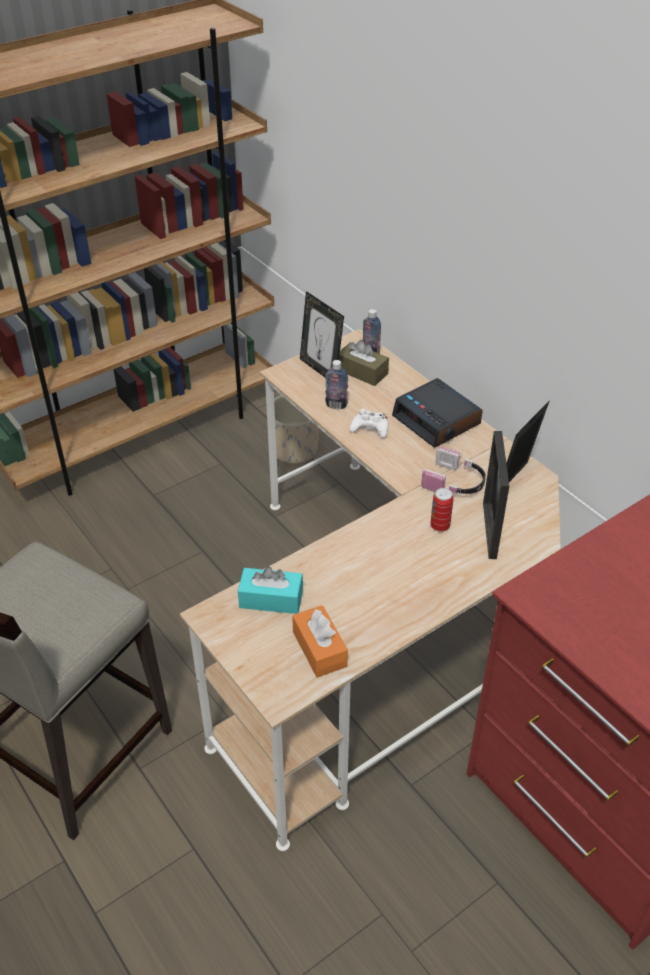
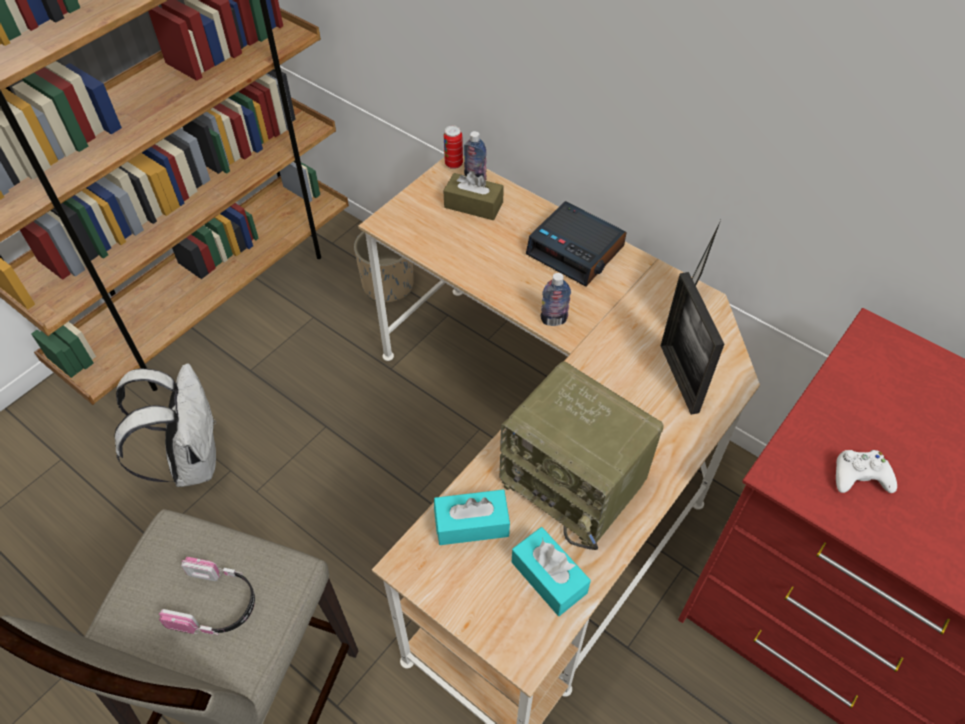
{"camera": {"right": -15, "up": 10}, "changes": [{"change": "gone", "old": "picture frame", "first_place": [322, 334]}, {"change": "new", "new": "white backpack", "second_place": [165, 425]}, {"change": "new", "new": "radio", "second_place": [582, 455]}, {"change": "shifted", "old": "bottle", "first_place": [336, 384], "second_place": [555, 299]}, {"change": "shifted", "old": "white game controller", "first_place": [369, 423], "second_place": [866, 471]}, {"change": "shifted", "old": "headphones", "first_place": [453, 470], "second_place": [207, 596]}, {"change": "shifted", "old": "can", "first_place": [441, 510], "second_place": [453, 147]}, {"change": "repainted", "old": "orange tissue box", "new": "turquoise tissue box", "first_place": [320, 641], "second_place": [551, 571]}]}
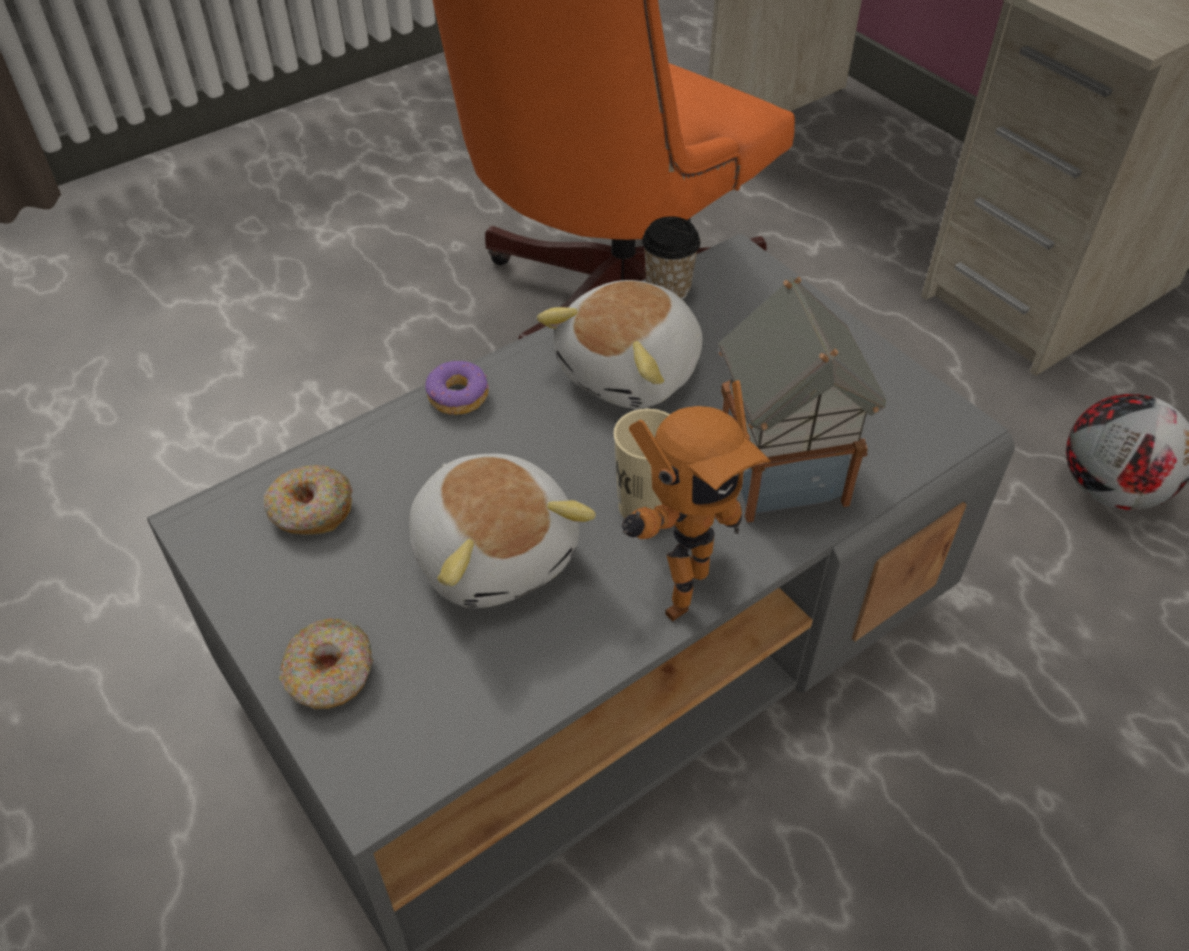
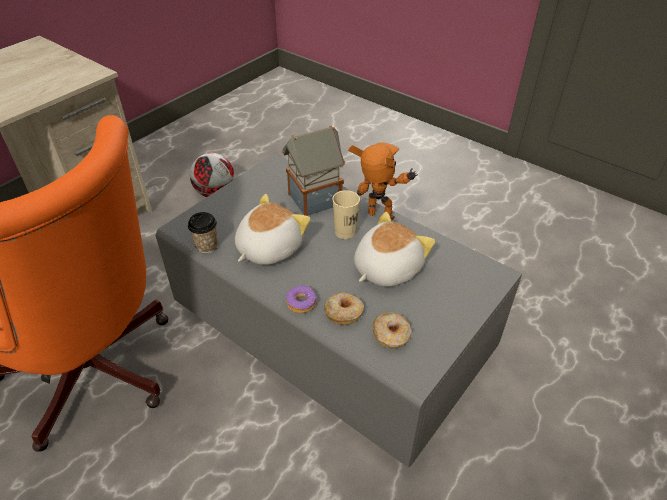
{"camera": {"right": -105, "up": -5}, "changes": [{"change": "shifted", "old": "donut", "first_place": [326, 664], "second_place": [344, 308]}, {"change": "rotated", "old": "plush toy", "first_place": [620, 344], "second_place": [272, 229], "degrees": -75}]}
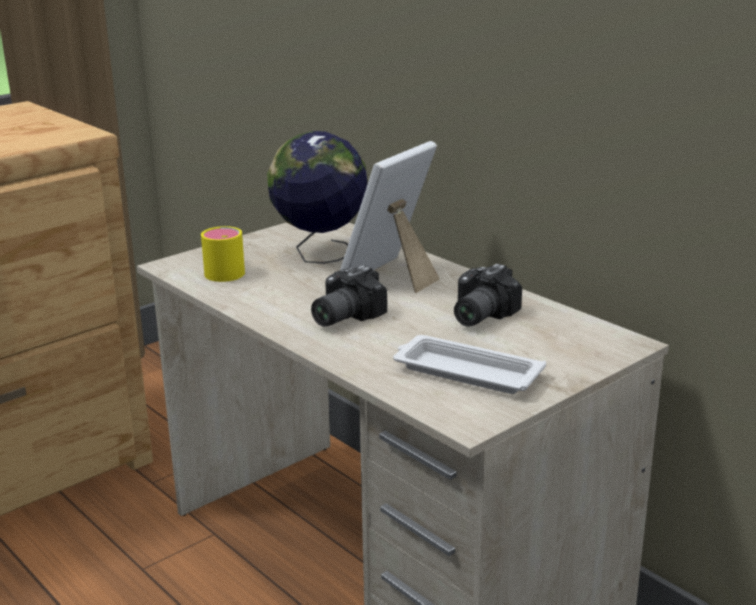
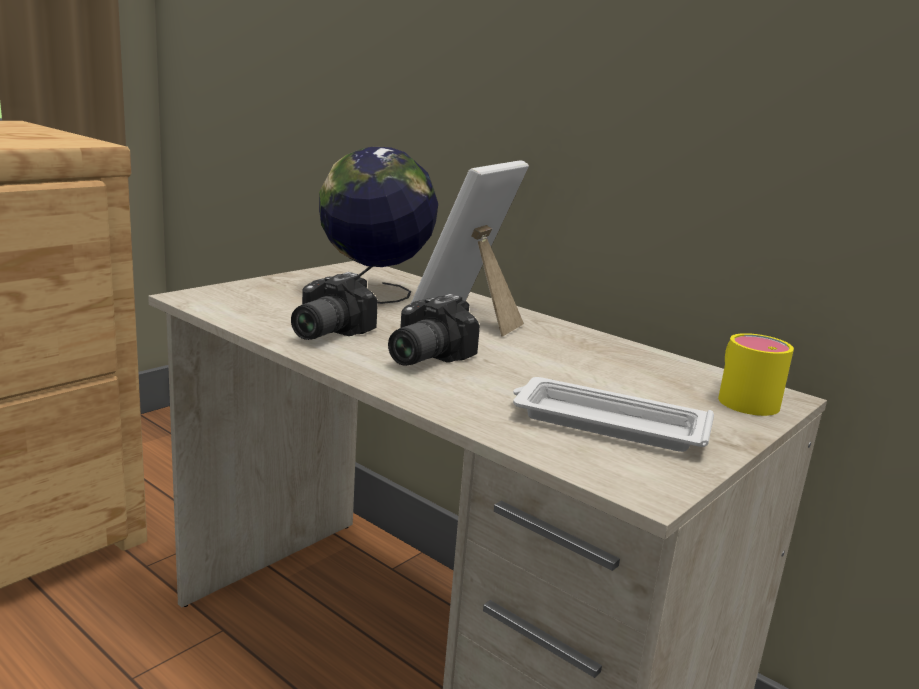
{"camera": {"right": -10, "up": -5}, "changes": [{"change": "shifted", "old": "yellow mug", "first_place": [223, 254], "second_place": [756, 374]}, {"change": "shifted", "old": "photo camera", "first_place": [488, 295], "second_place": [334, 306]}]}
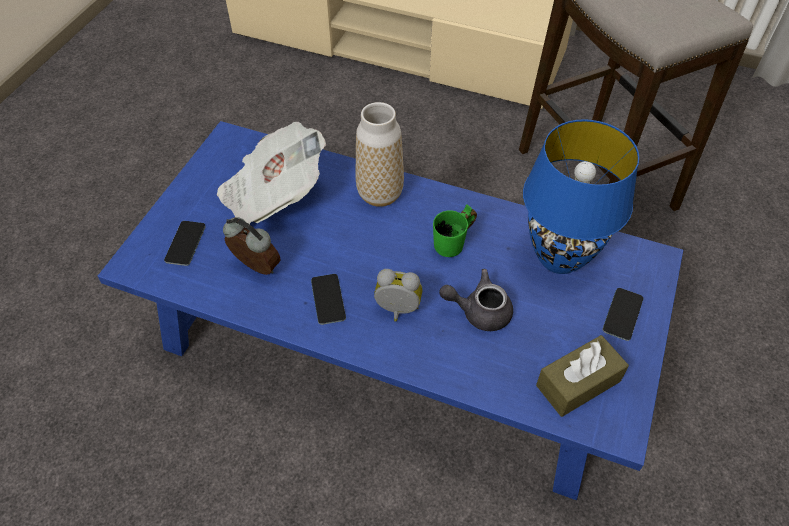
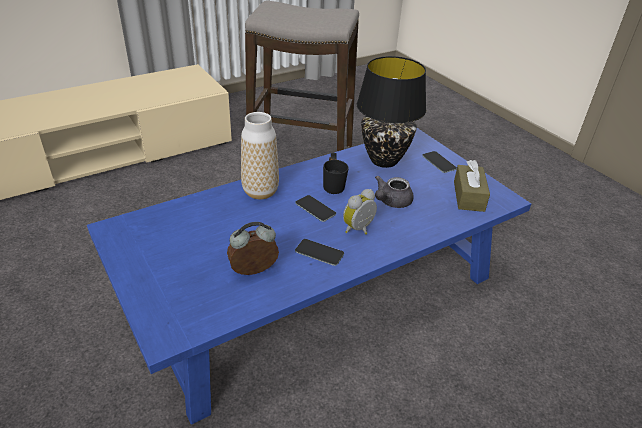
{"camera": {"right": -55, "up": -15}, "changes": [{"change": "gone", "old": "newspaper", "first_place": [271, 173]}, {"change": "shifted", "old": "phone", "first_place": [185, 243], "second_place": [315, 208]}, {"change": "repainted", "old": "green mug", "new": "black mug", "first_place": [455, 230], "second_place": [336, 173]}, {"change": "repainted", "old": "blue table lamp", "new": "black table lamp", "first_place": [581, 196], "second_place": [391, 112]}]}
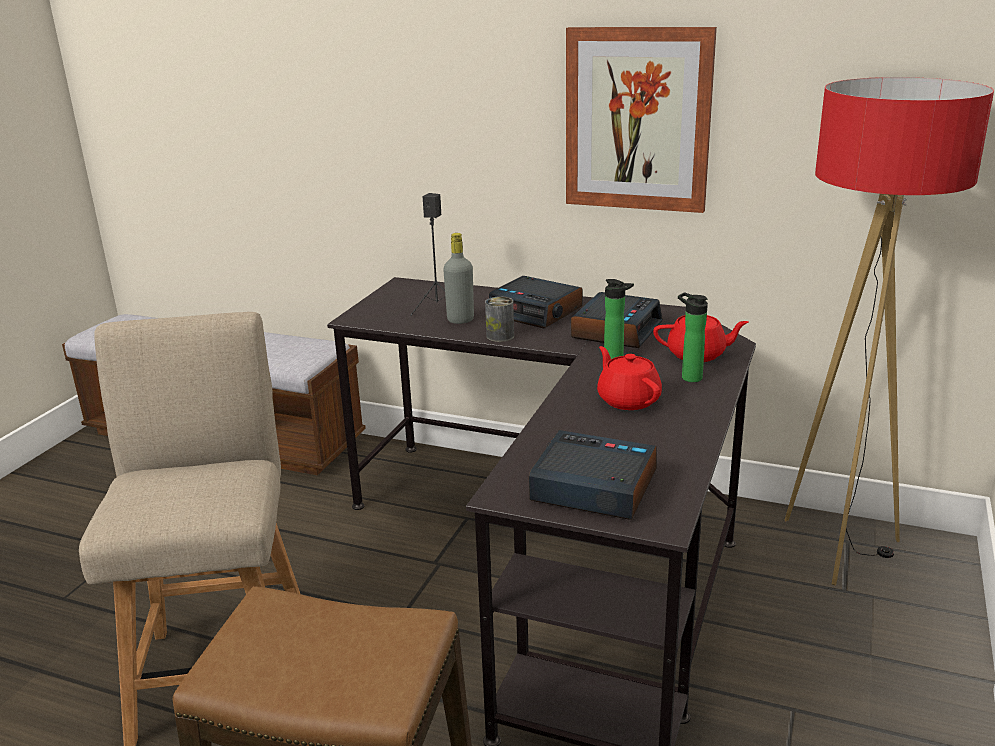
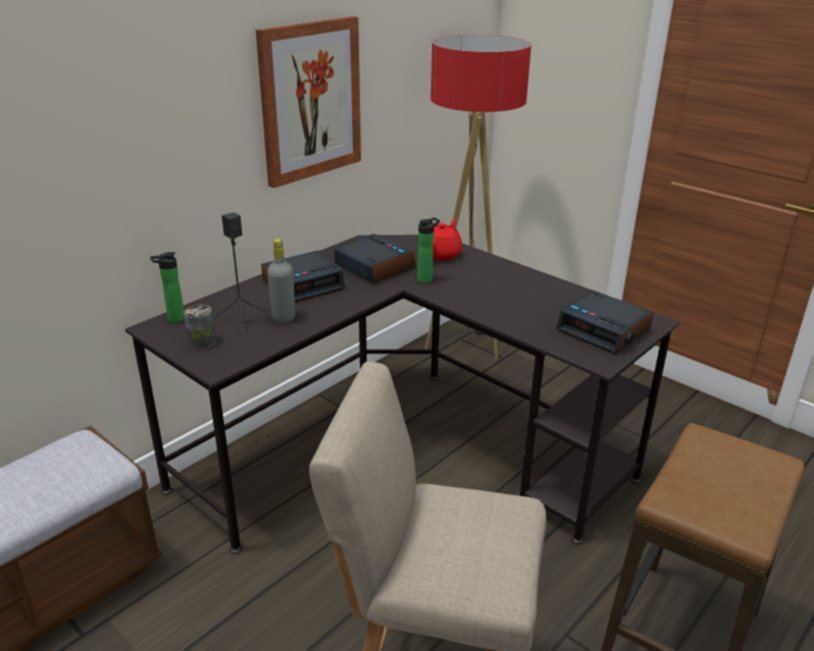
{"camera": {"right": -70, "up": 5}, "changes": [{"change": "gone", "old": "red teapot", "first_place": [629, 378]}, {"change": "shifted", "old": "can", "first_place": [499, 319], "second_place": [199, 327]}, {"change": "shifted", "old": "bottle", "first_place": [693, 337], "second_place": [167, 287]}, {"change": "rotated", "old": "alarm clock", "first_place": [593, 474], "second_place": [604, 322], "degrees": -90}]}
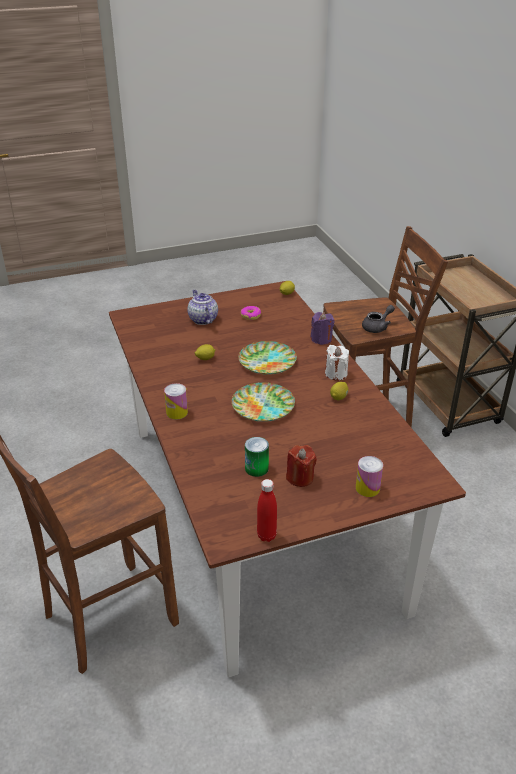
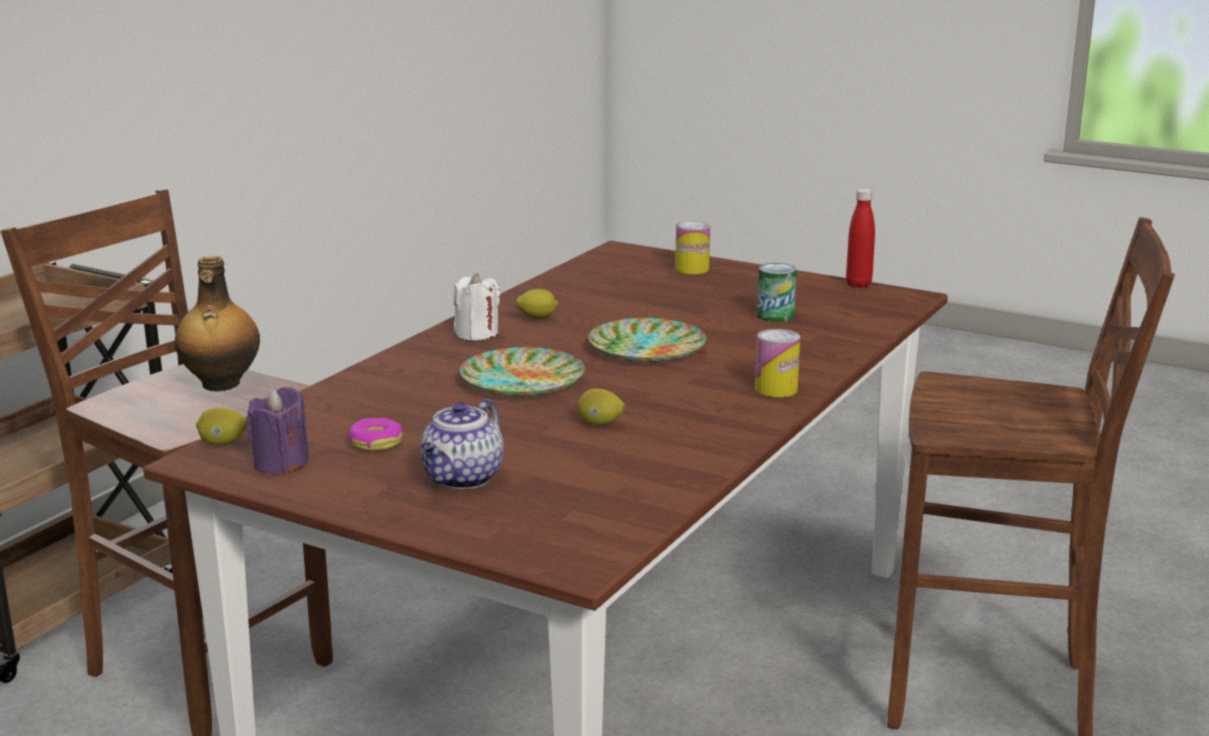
{"camera": {"right": -130, "up": -15}, "changes": [{"change": "gone", "old": "red candle", "first_place": [301, 466]}, {"change": "shifted", "old": "purple candle", "first_place": [323, 328], "second_place": [277, 430]}, {"change": "swapped", "old": "grey teapot", "new": "bottle", "first_place": [378, 319], "second_place": [217, 323]}]}
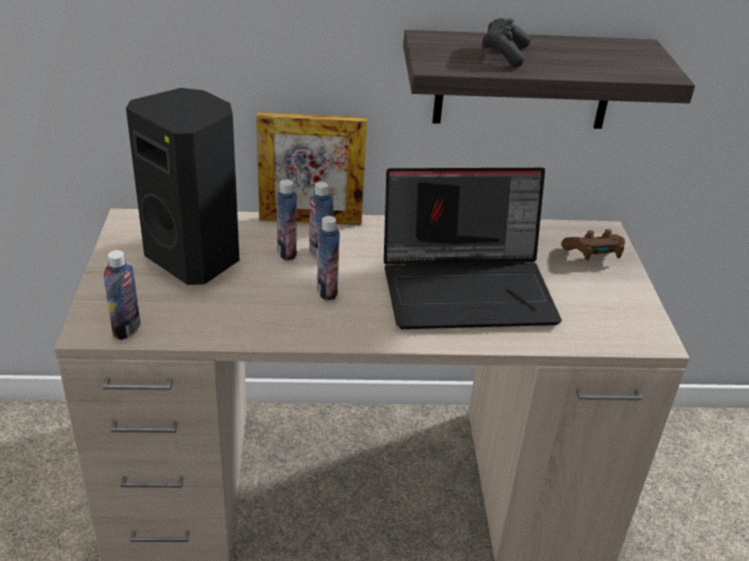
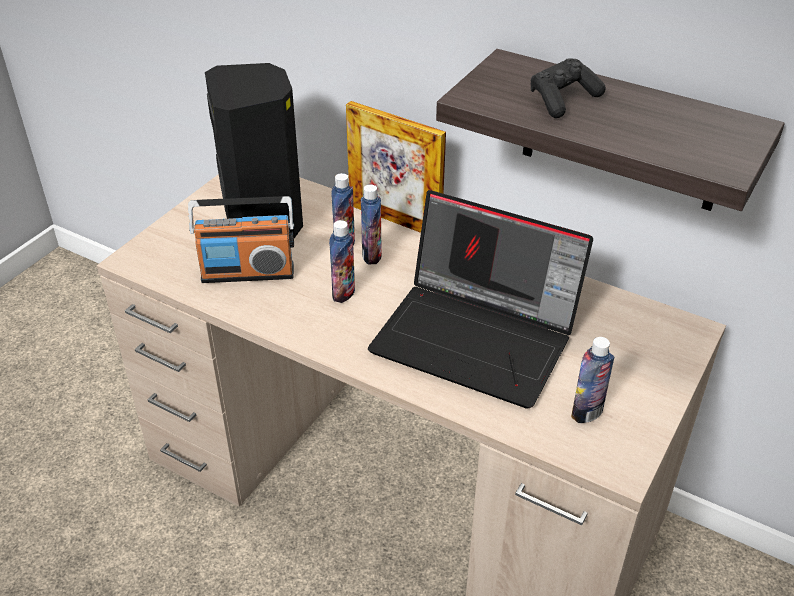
{"camera": {"right": 35, "up": 5}, "changes": [{"change": "gone", "old": "brown game controller", "first_place": [593, 245]}, {"change": "new", "new": "radio", "second_place": [241, 239]}, {"change": "shifted", "old": "bottle", "first_place": [122, 295], "second_place": [593, 380]}]}
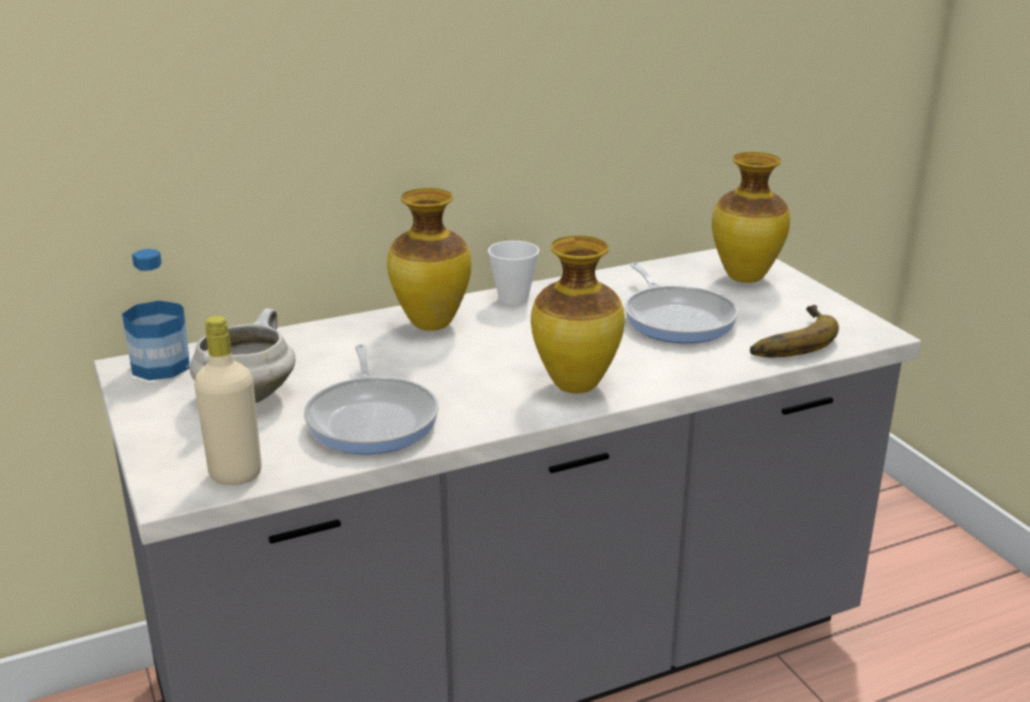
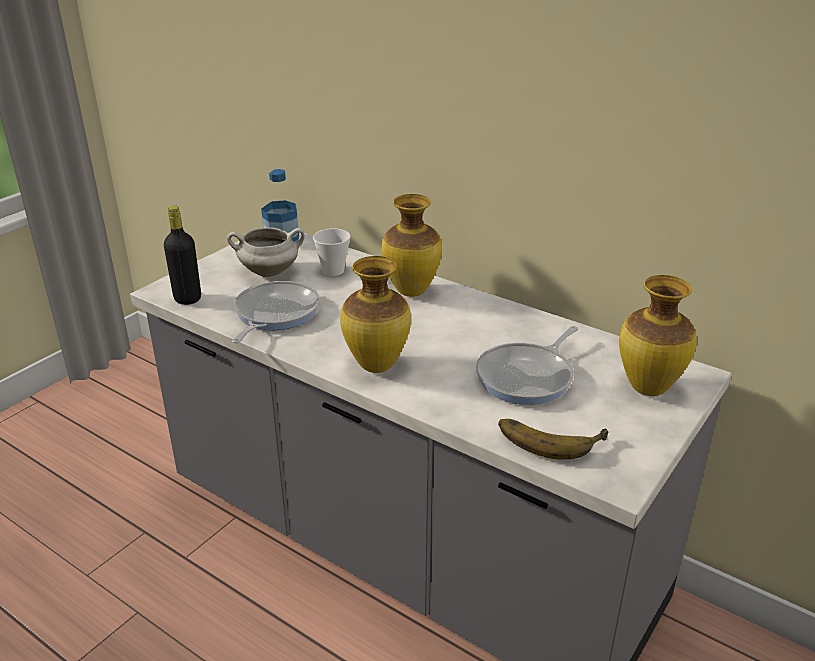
{"camera": {"right": 60, "up": 5}, "changes": [{"change": "shifted", "old": "cup", "first_place": [513, 273], "second_place": [331, 252]}, {"change": "repainted", "old": "beige bottle", "new": "black bottle", "first_place": [227, 400], "second_place": [182, 255]}, {"change": "rotated", "old": "frying pan", "first_place": [371, 399], "second_place": [276, 312], "degrees": 150}]}
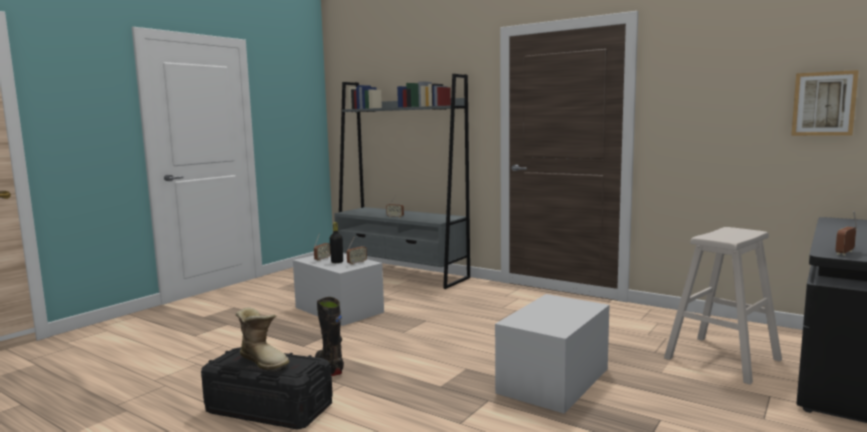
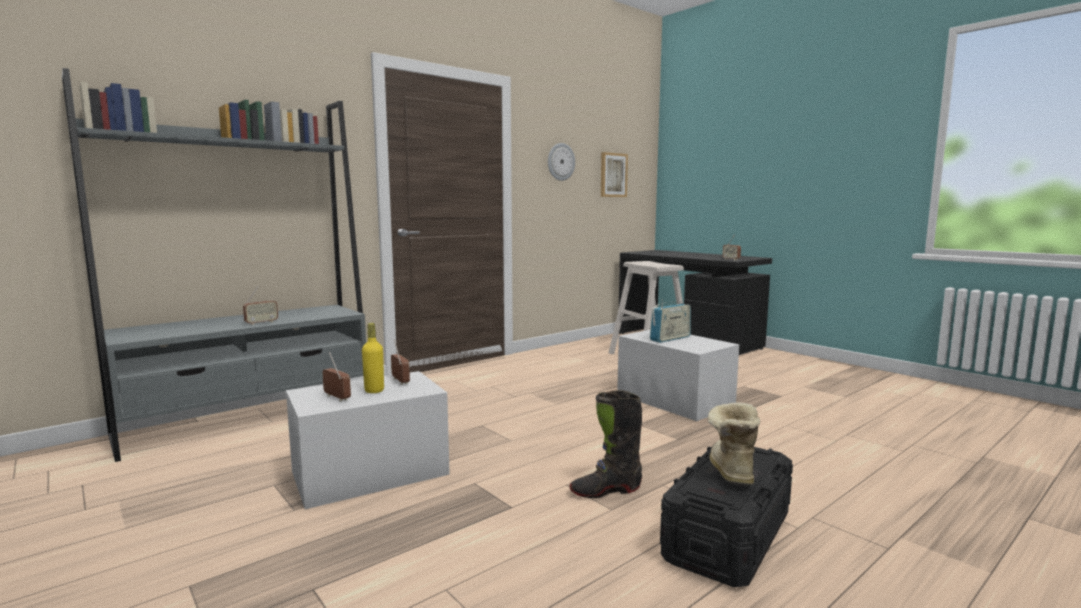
{"camera": {"right": -75, "up": 0}, "changes": [{"change": "new", "new": "wall clock", "second_place": [561, 162]}, {"change": "new", "new": "radio", "second_place": [670, 321]}, {"change": "repainted", "old": "black bottle", "new": "yellow bottle", "first_place": [336, 242], "second_place": [373, 358]}, {"change": "rotated", "old": "boot", "first_place": [262, 339], "second_place": [734, 444], "degrees": -45}]}
